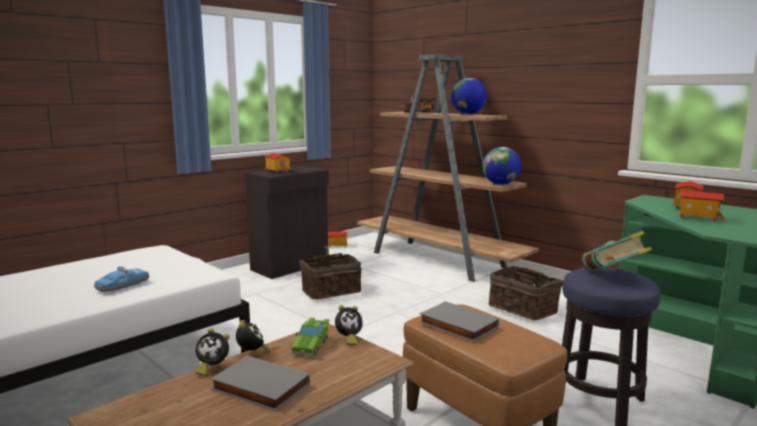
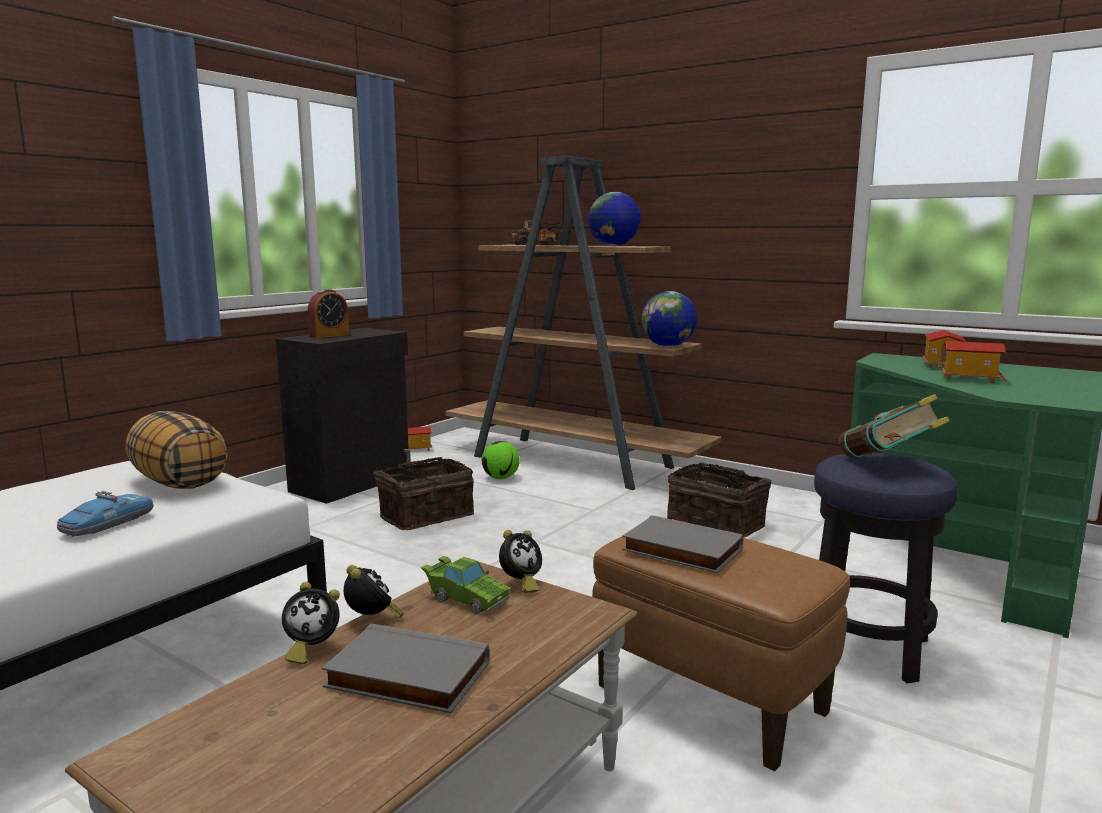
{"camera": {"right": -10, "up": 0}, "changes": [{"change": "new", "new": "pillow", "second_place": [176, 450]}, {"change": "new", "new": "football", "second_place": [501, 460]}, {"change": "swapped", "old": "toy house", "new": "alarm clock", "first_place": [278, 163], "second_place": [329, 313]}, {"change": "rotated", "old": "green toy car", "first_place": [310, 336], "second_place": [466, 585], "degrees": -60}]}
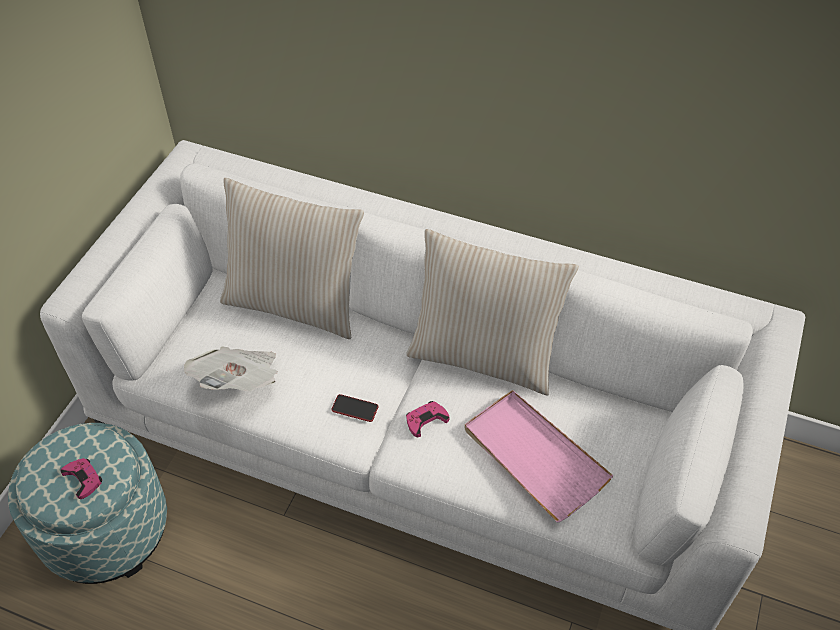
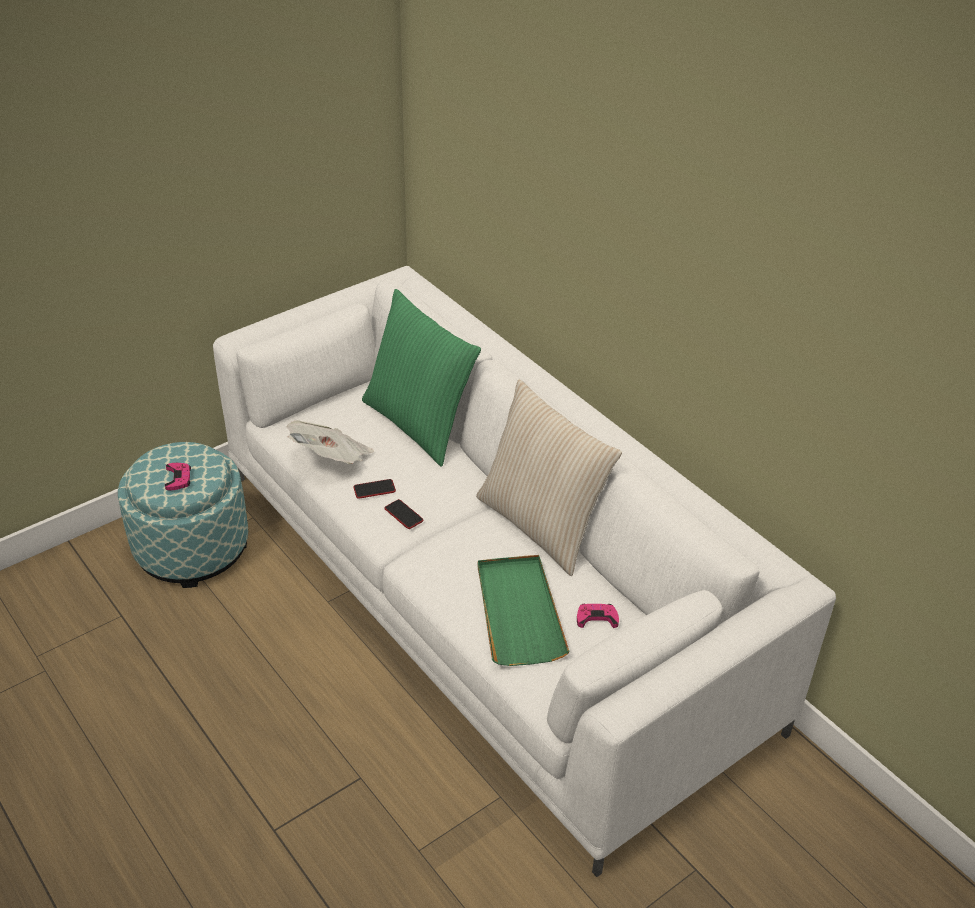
{"camera": {"right": 30, "up": -10}, "changes": [{"change": "new", "new": "phone", "second_place": [375, 489]}, {"change": "shifted", "old": "pink game controller", "first_place": [427, 419], "second_place": [598, 616]}, {"change": "repainted", "old": "beige pillow", "new": "green pillow", "first_place": [292, 258], "second_place": [421, 378]}, {"change": "repainted", "old": "pink tray", "new": "green tray", "first_place": [538, 456], "second_place": [524, 610]}]}
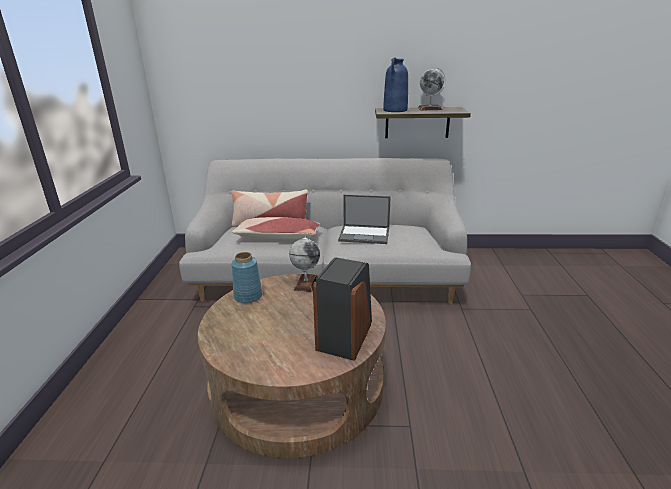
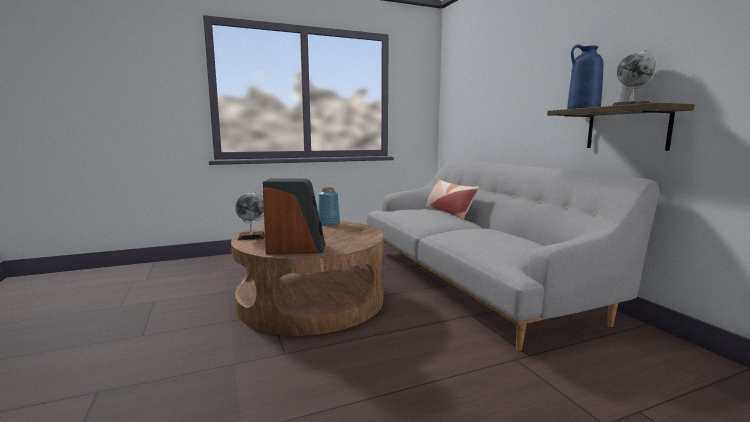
{"camera": {"right": 65, "up": -15}, "changes": [{"change": "gone", "old": "pillow", "first_place": [276, 228]}, {"change": "gone", "old": "laptop", "first_place": [364, 219]}, {"change": "shifted", "old": "globe", "first_place": [304, 264], "second_place": [250, 215]}]}
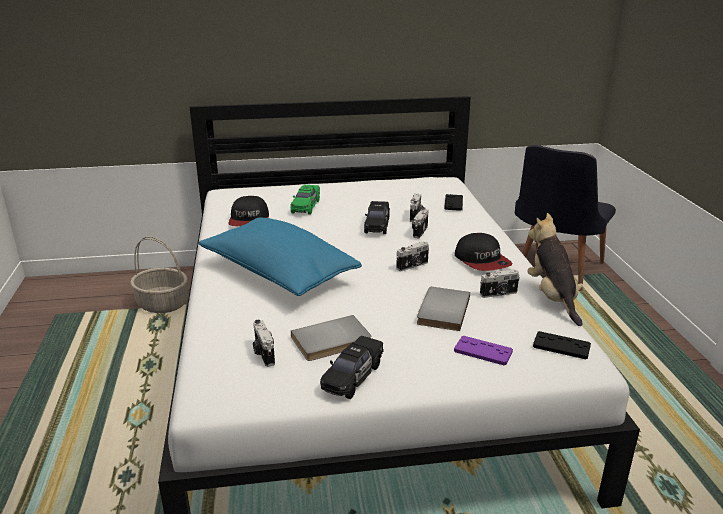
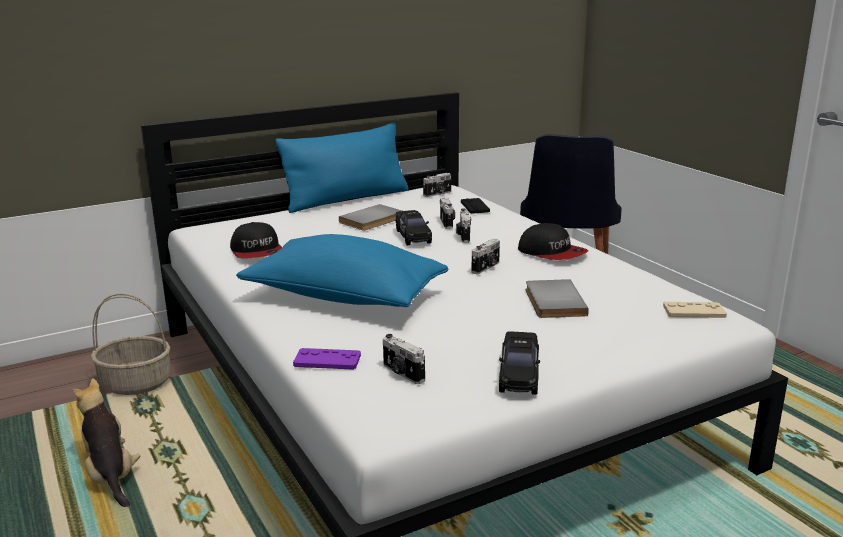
{"camera": {"right": -20, "up": -5}, "changes": [{"change": "gone", "old": "green toy car", "first_place": [305, 200]}, {"change": "new", "new": "blue pillow", "second_place": [342, 167]}, {"change": "shifted", "old": "grey book", "first_place": [331, 338], "second_place": [370, 217]}, {"change": "shifted", "old": "purple game controller", "first_place": [483, 350], "second_place": [327, 359]}, {"change": "shifted", "old": "photo camera", "first_place": [500, 283], "second_place": [437, 185]}, {"change": "shifted", "old": "plush toy", "first_place": [555, 269], "second_place": [106, 442]}, {"change": "repainted", "old": "black game controller", "new": "beige game controller", "first_place": [562, 345], "second_place": [695, 310]}]}
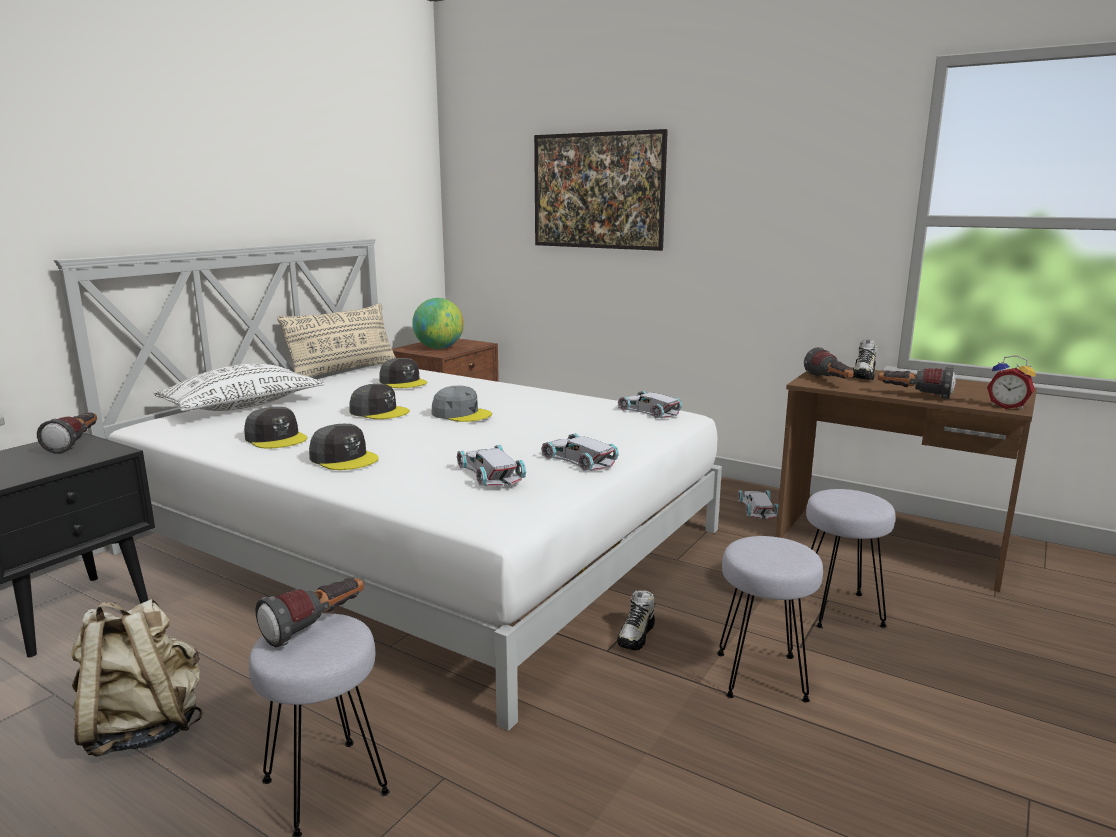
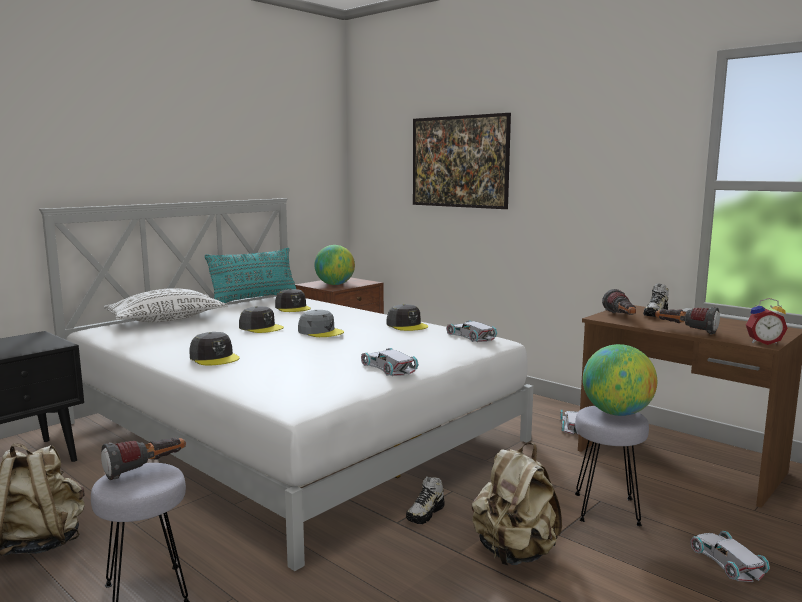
{"camera": {"right": 10, "up": -5}, "changes": [{"change": "gone", "old": "flashlight", "first_place": [67, 433]}, {"change": "new", "new": "globe", "second_place": [620, 380]}, {"change": "shifted", "old": "grey cap", "first_place": [275, 428], "second_place": [407, 317]}, {"change": "shifted", "old": "white toy car", "first_place": [491, 466], "second_place": [730, 556]}, {"change": "swapped", "old": "grey stool", "new": "beige backpack", "first_place": [770, 619], "second_place": [517, 504]}, {"change": "repainted", "old": "beige pillow", "new": "turquoise pillow", "first_place": [336, 340], "second_place": [250, 275]}, {"change": "rotated", "old": "alarm clock", "first_place": [1011, 382], "second_place": [767, 321], "degrees": -45}]}
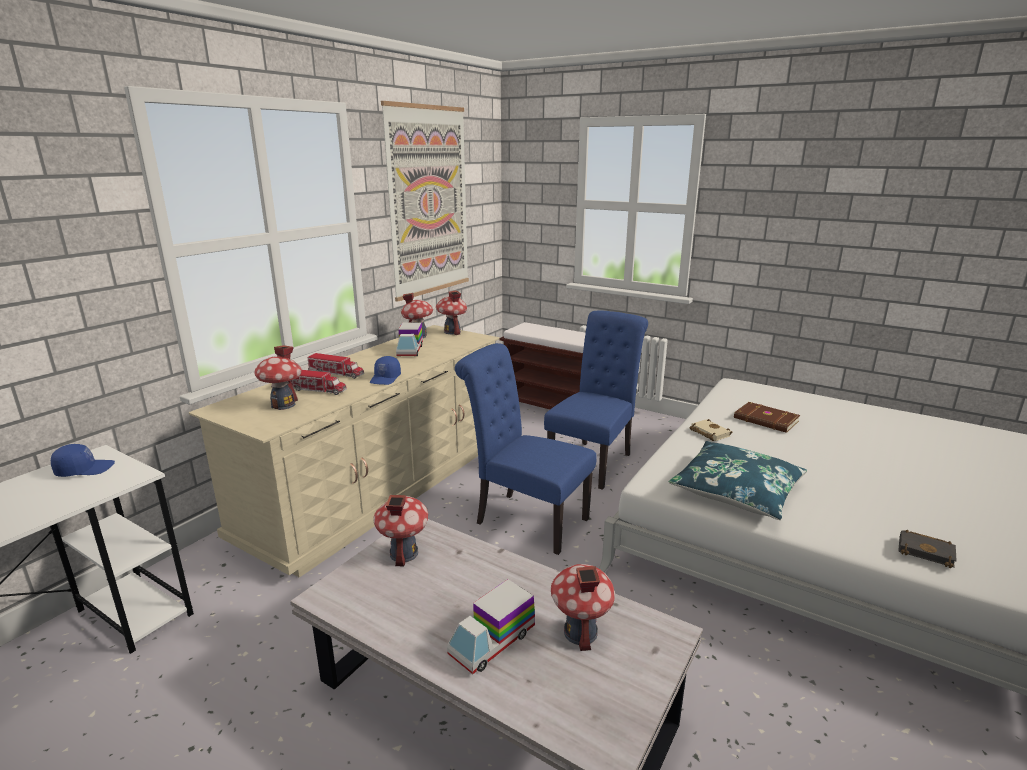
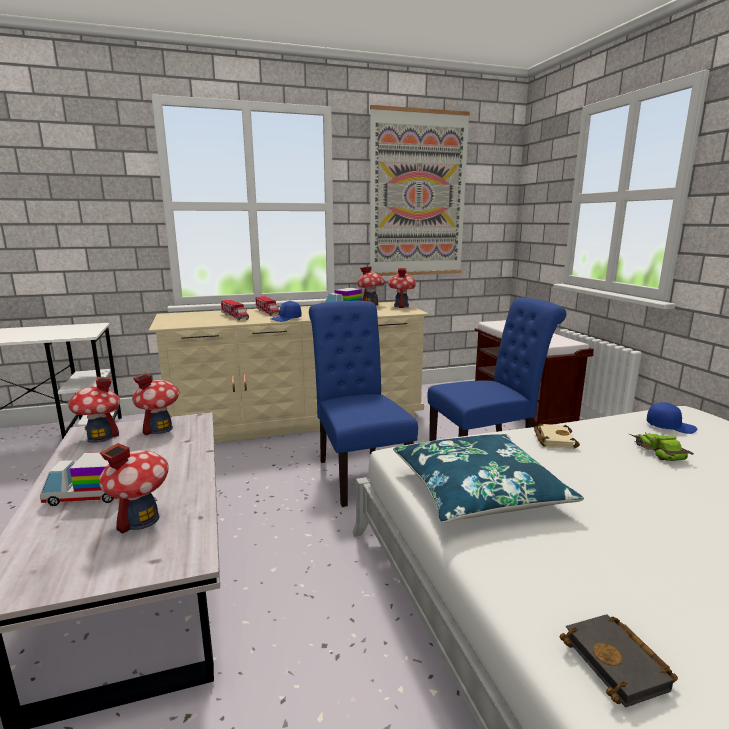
{"camera": {"right": 40, "up": -5}, "changes": [{"change": "shifted", "old": "blue cap", "first_place": [83, 460], "second_place": [672, 418]}, {"change": "shifted", "old": "toy house", "first_place": [278, 377], "second_place": [94, 410]}, {"change": "swapped", "old": "brown book", "new": "toy car", "first_place": [767, 417], "second_place": [662, 447]}]}
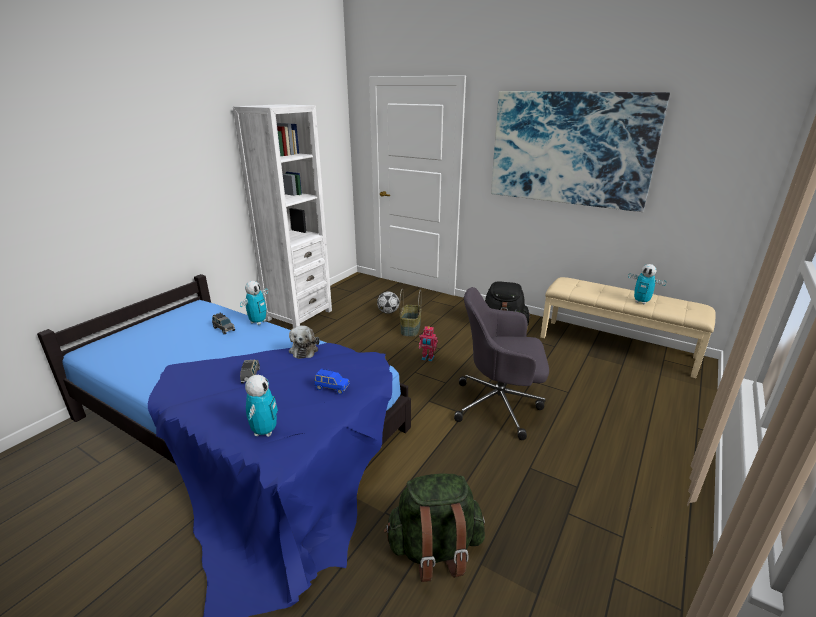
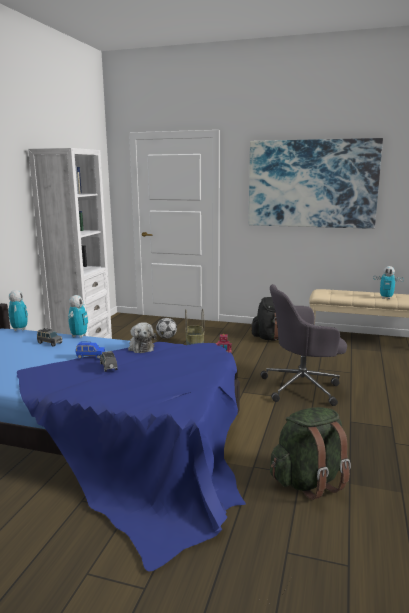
{"camera": {"right": -15, "up": -10}, "changes": [{"change": "shifted", "old": "toy robot", "first_place": [261, 406], "second_place": [18, 310]}, {"change": "shifted", "old": "blue toy car", "first_place": [332, 381], "second_place": [90, 350]}]}
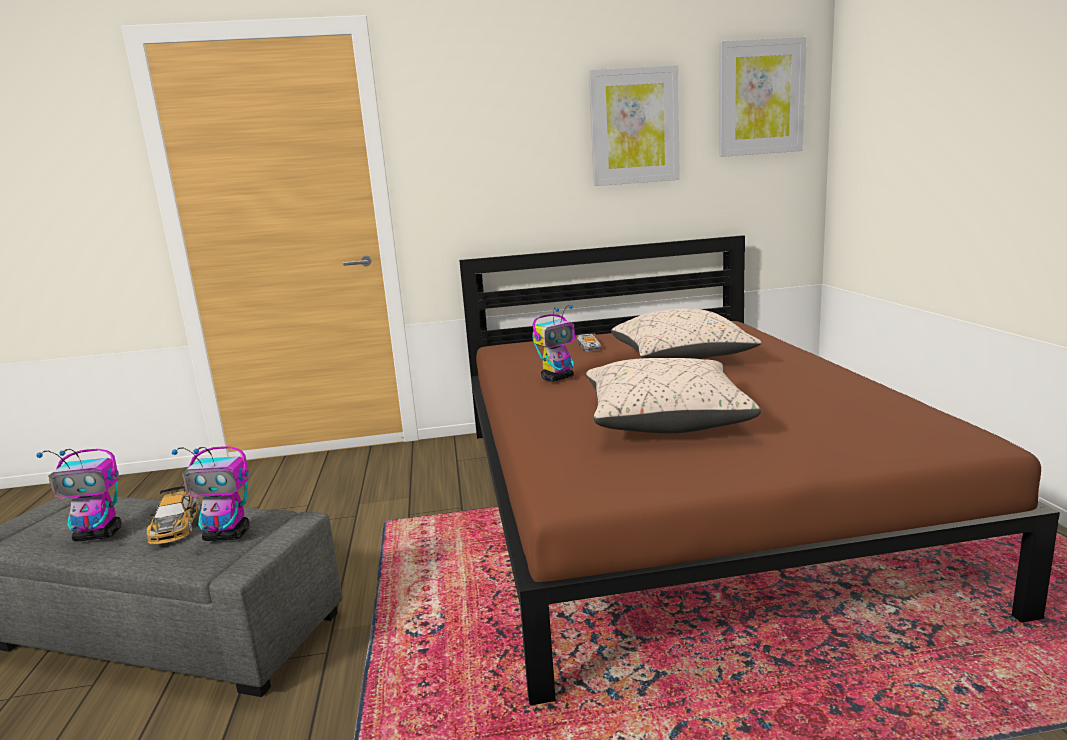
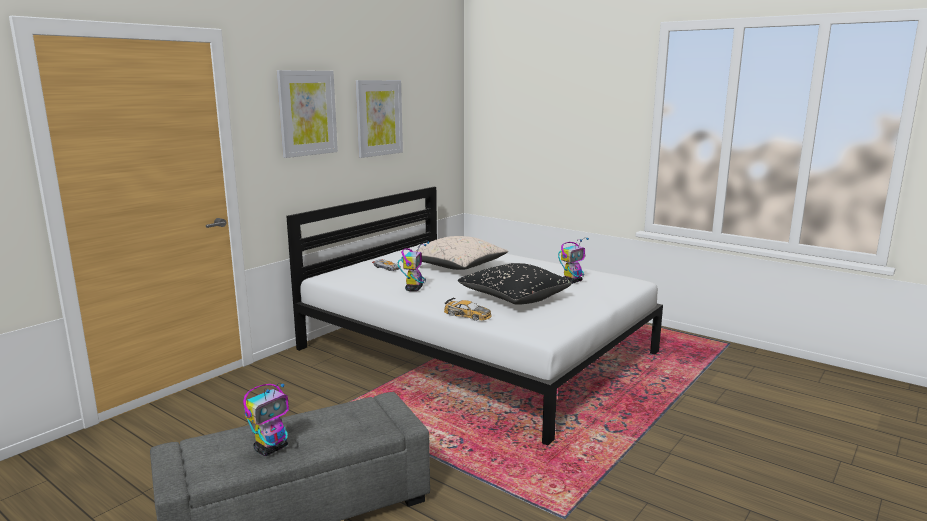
{"camera": {"right": -45, "up": 0}, "changes": [{"change": "shifted", "old": "toy car", "first_place": [173, 515], "second_place": [468, 309]}, {"change": "shifted", "old": "toy robot", "first_place": [210, 494], "second_place": [573, 261]}, {"change": "shifted", "old": "picture", "first_place": [763, 97], "second_place": [307, 114]}, {"change": "repainted", "old": "brown bed", "new": "white bed", "first_place": [759, 470], "second_place": [474, 316]}, {"change": "repainted", "old": "beige pillow", "new": "black pillow", "first_place": [673, 395], "second_place": [515, 284]}]}
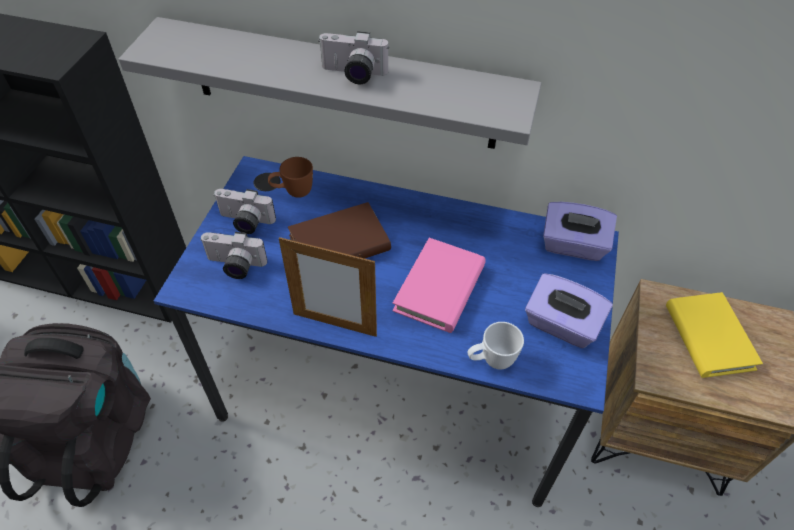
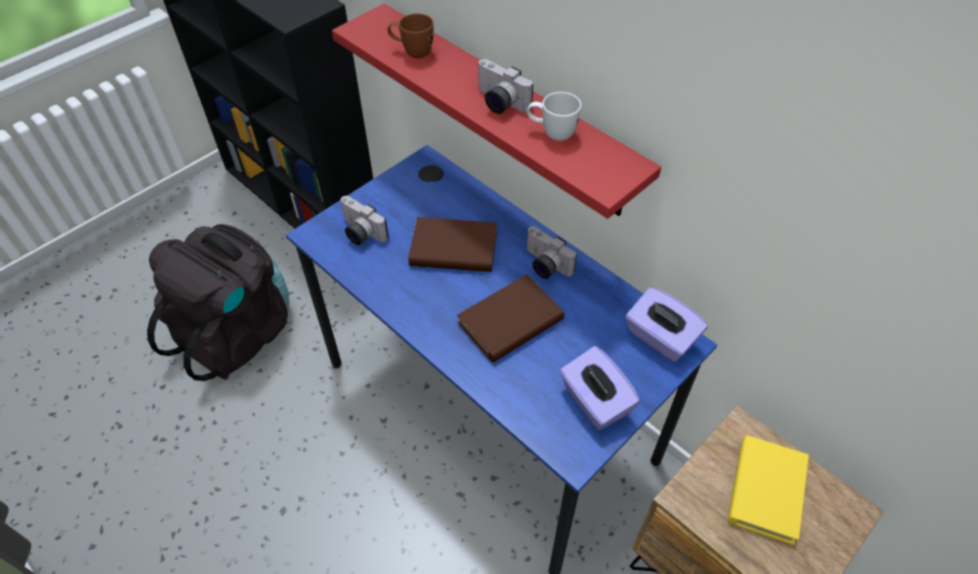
{"camera": {"right": 30, "up": 0}, "changes": [{"change": "gone", "old": "picture frame", "first_place": [328, 287]}, {"change": "shifted", "old": "photo camera", "first_place": [244, 211], "second_place": [552, 252]}, {"change": "shifted", "old": "brown mug", "first_place": [290, 177], "second_place": [411, 35]}, {"change": "shifted", "old": "white mug", "first_place": [496, 345], "second_place": [554, 116]}, {"change": "repainted", "old": "grey shelf", "new": "red shelf", "first_place": [330, 83], "second_place": [496, 111]}, {"change": "repainted", "old": "pink book", "new": "brown book", "first_place": [439, 285], "second_place": [510, 318]}]}
